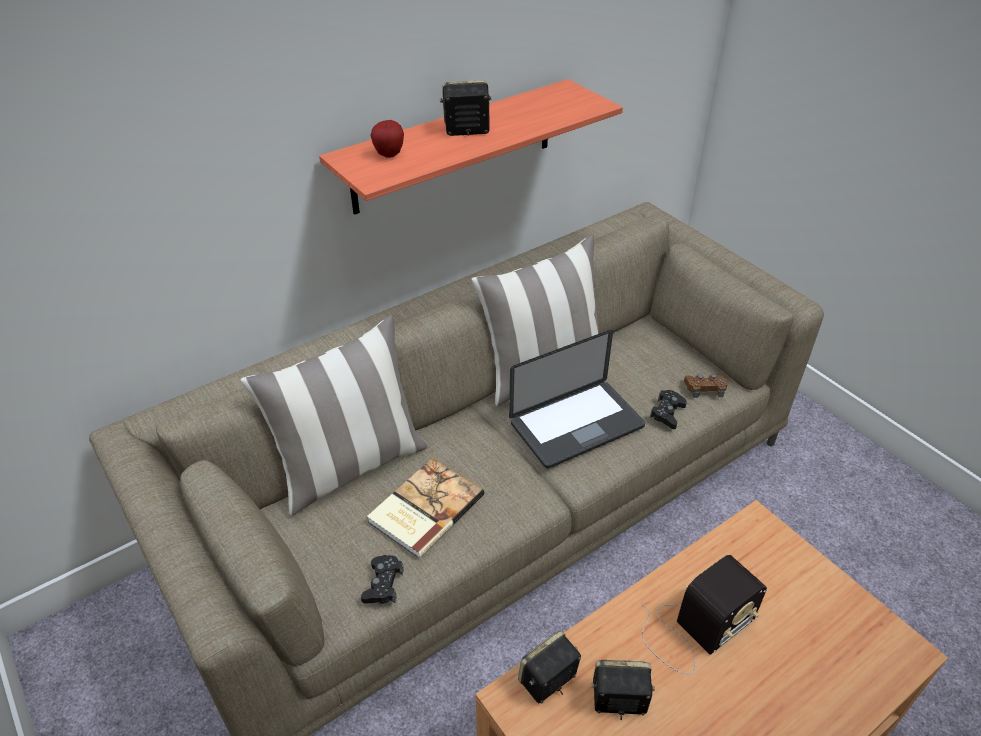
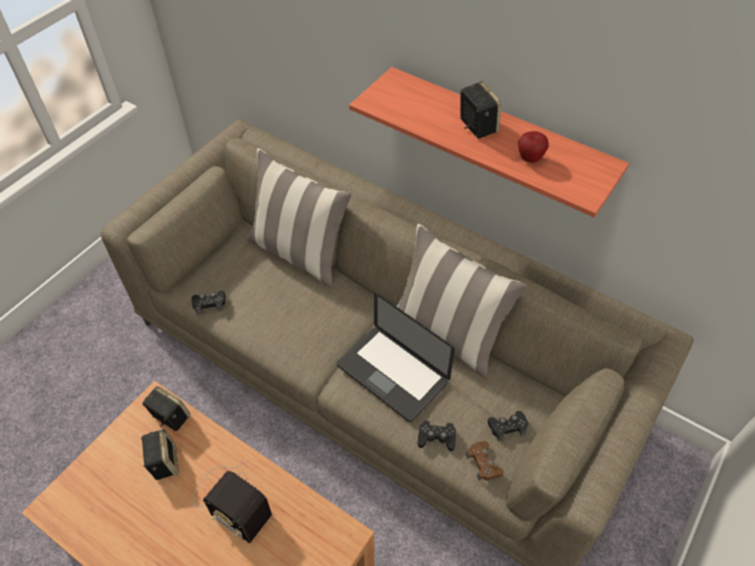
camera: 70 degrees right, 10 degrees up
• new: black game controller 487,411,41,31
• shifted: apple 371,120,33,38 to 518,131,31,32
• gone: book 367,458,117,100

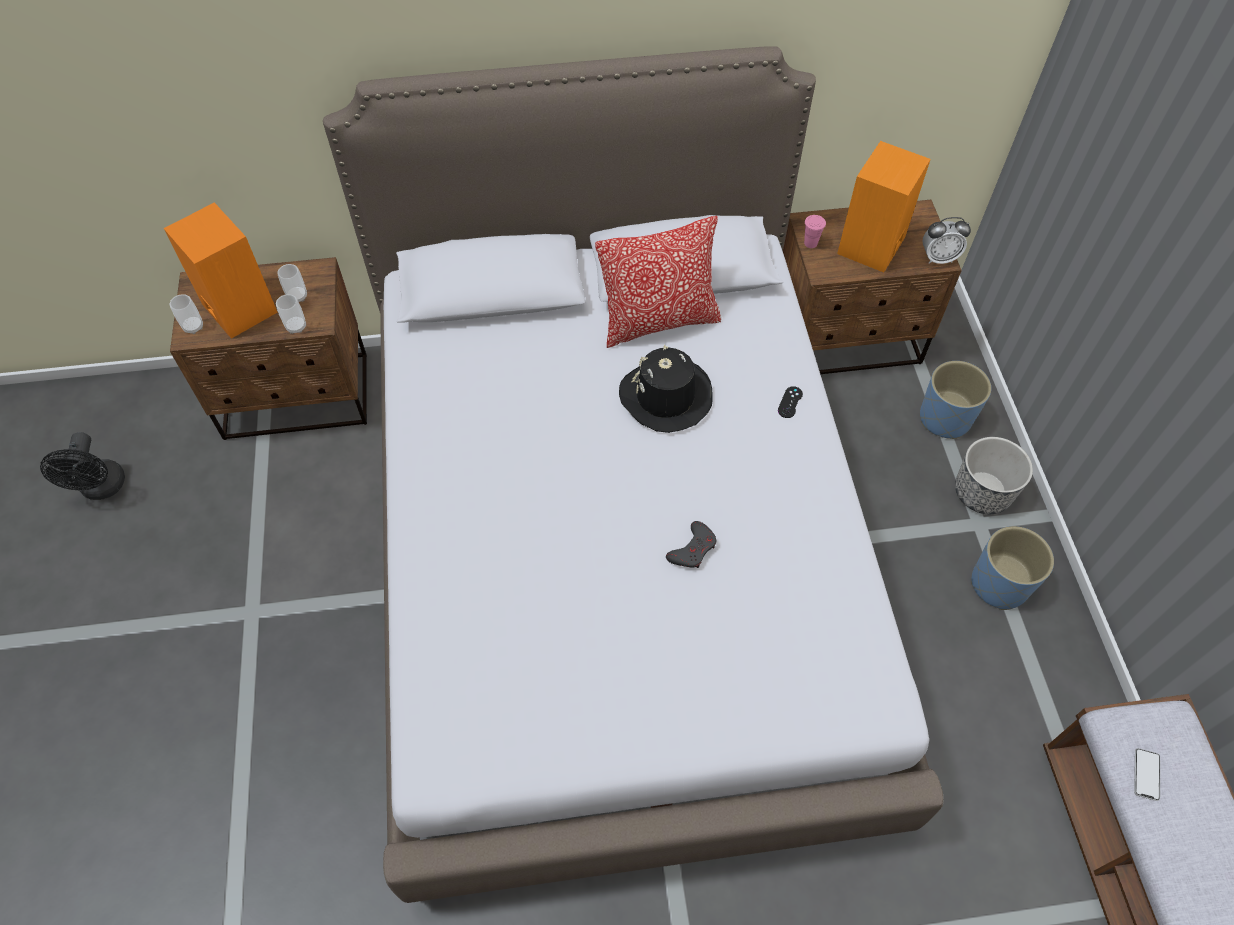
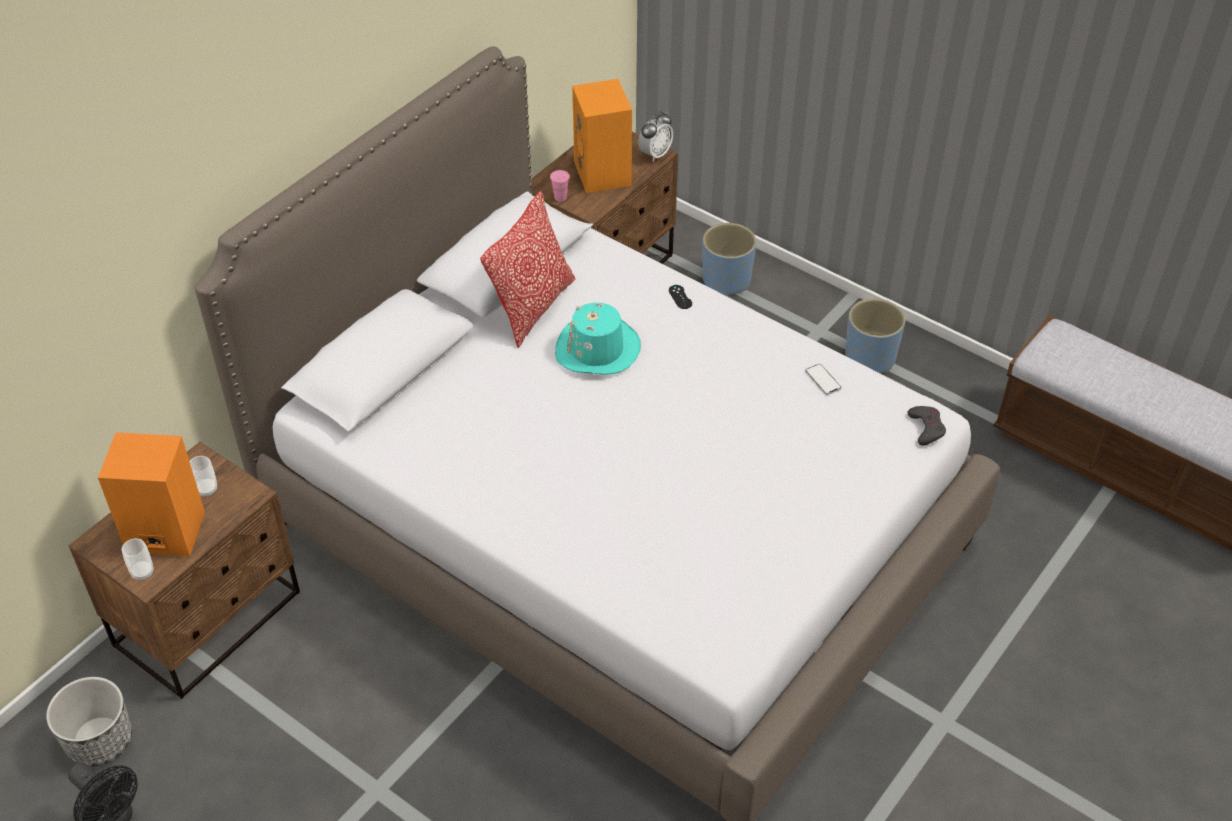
camera: 45 degrees left, 10 degrees down
• shifted: planter 955,437,78,77 to 46,677,86,90
• repainted: black hat 619,344,94,89 to turquoise hat 555,303,86,72
• shifted: phone 1134,748,26,53 to 805,364,37,31
• shifted: grey game controller 666,521,51,47 to 907,406,39,40
• gone: cup 276,294,30,40

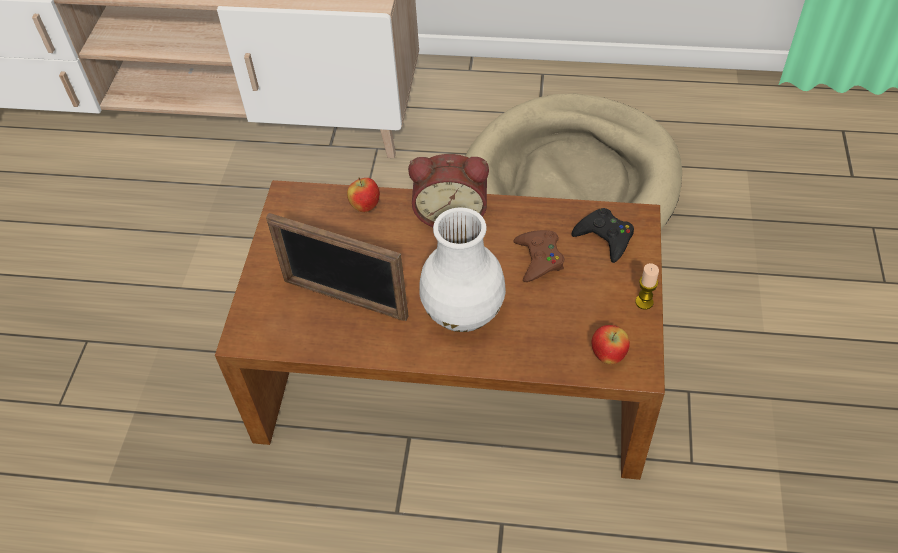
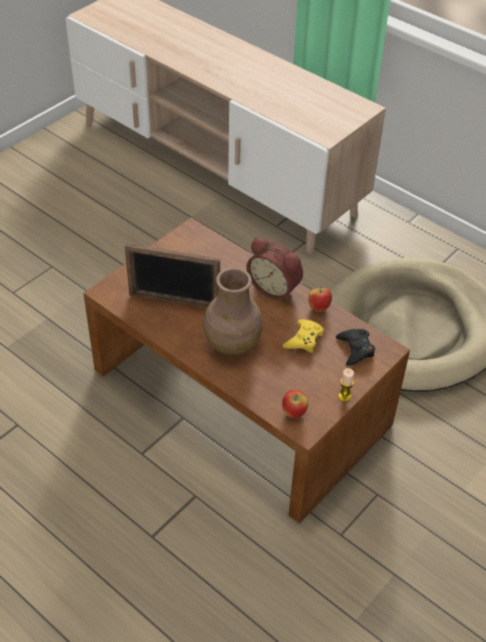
camera: 30 degrees right, 5 degrees down
• rotated: picture frame 266,213,143,108 = 125,243,95,65 45 degrees counterclockwise
• repainted: white vase 419,207,87,125 to brown vase 204,267,59,88
• repainted: brown game controller 513,230,51,52 to yellow game controller 283,319,41,34
• shifted: apple 347,178,33,34 to 308,286,24,26

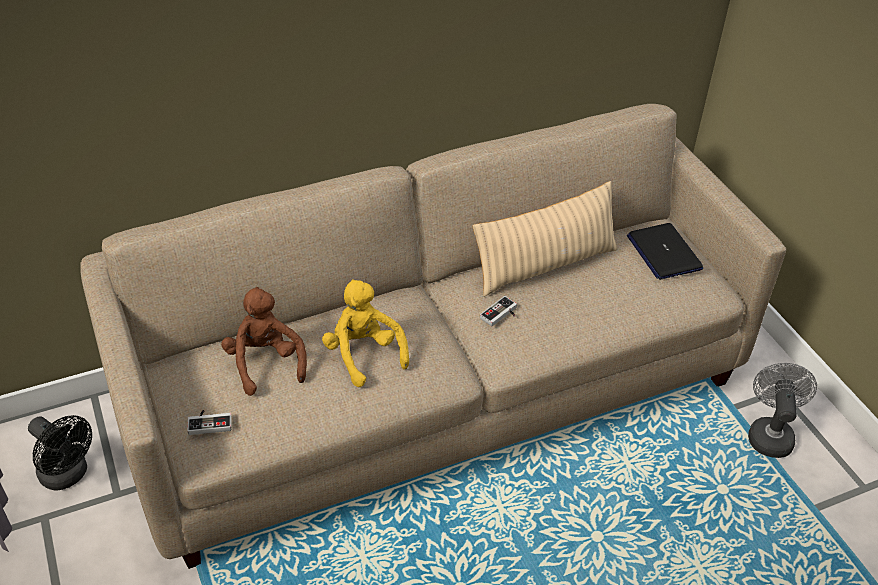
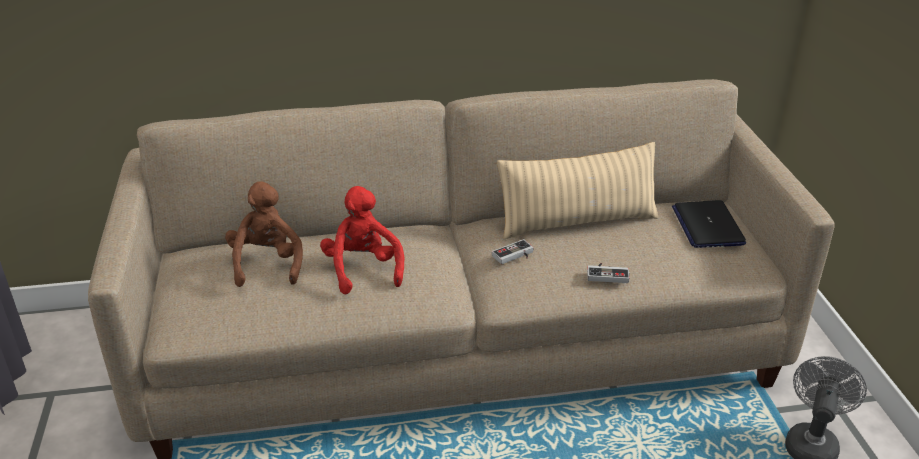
camera: 15 degrees right, 10 degrees down
• repainted: yellow plush toy 322,279,87,108 to red plush toy 320,186,84,108
• shifted: game controller 187,410,45,25 to 587,263,43,20
• gone: black fan 28,415,64,75

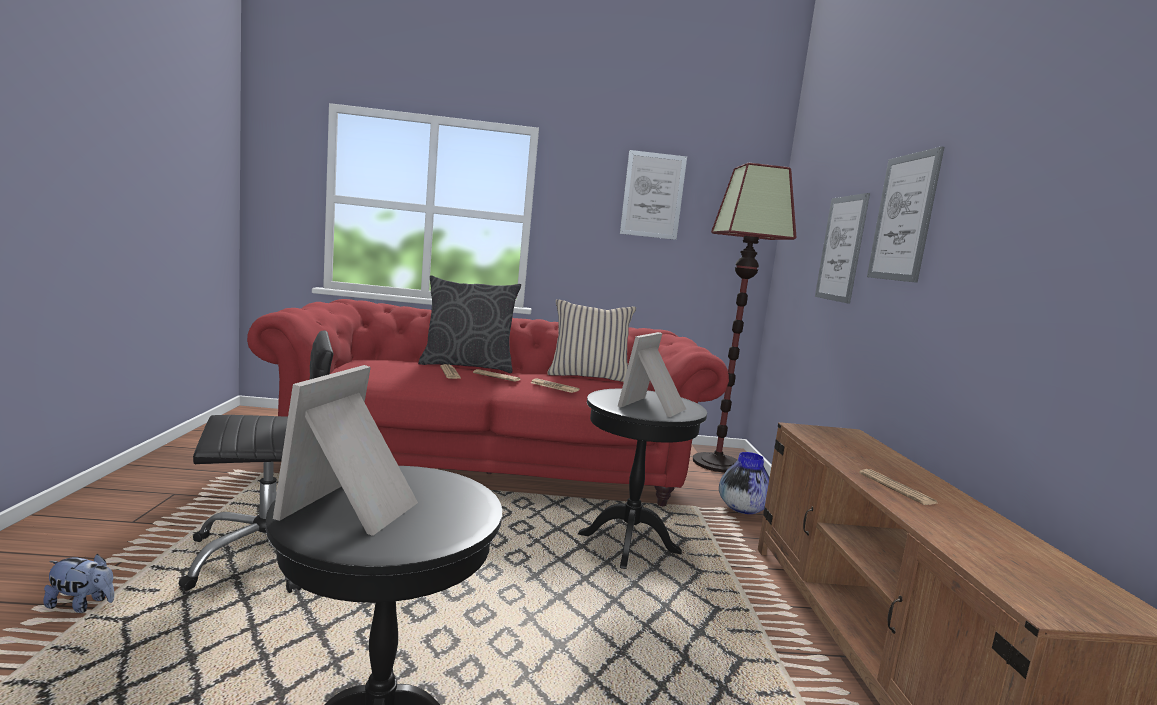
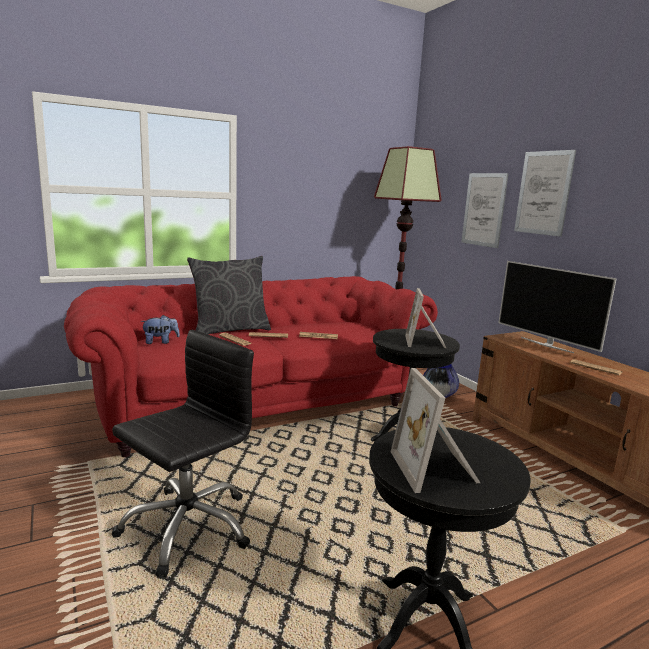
camera: 25 degrees left, 5 degrees up
• shifted: plush toy 43,554,71,59 to 140,315,40,29
• new: television 498,261,119,92
• gone: beige pillow 547,299,89,83
• gone: picture 620,150,67,90

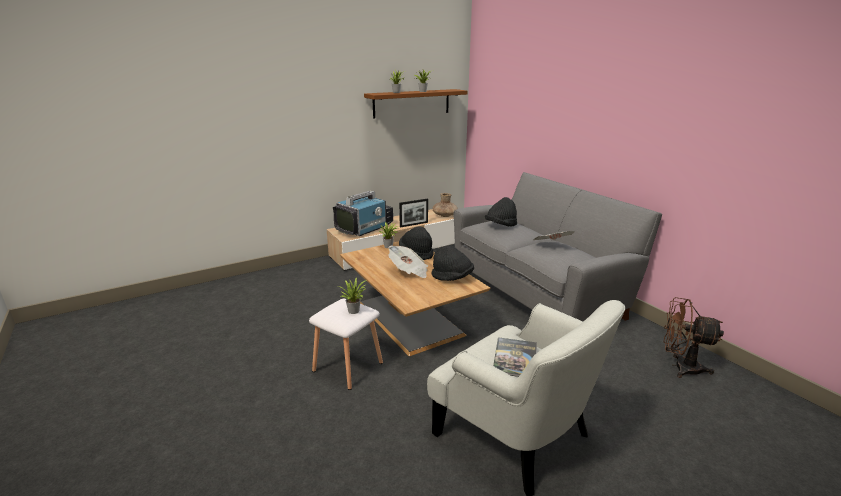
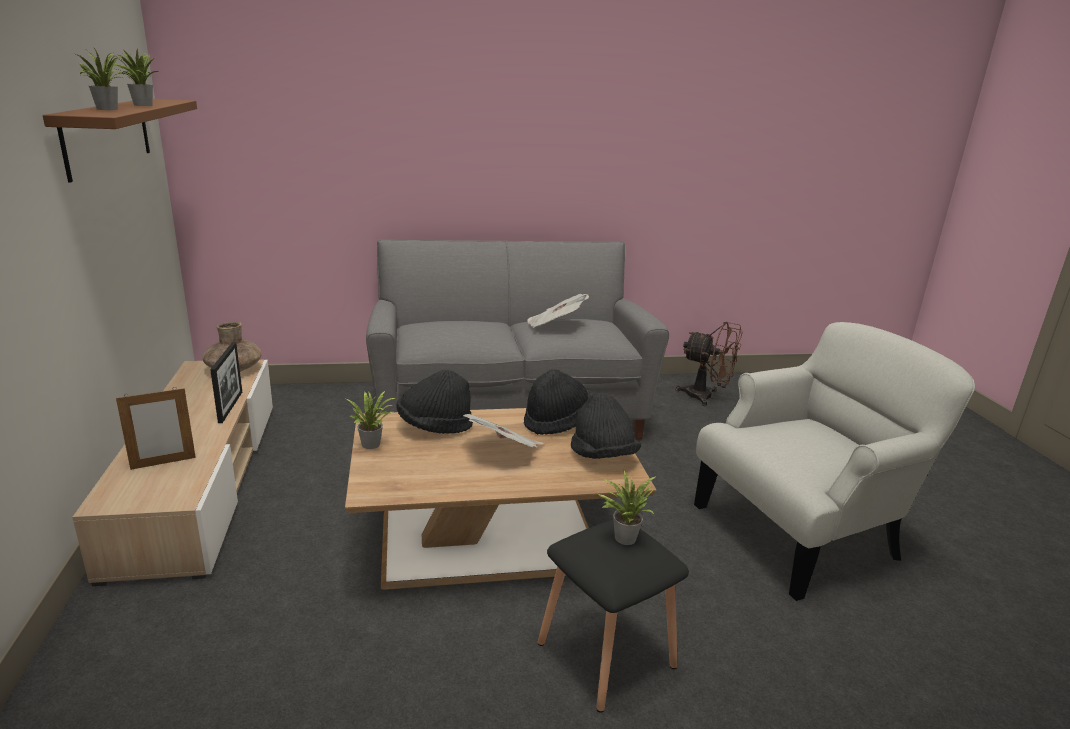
camera: 70 degrees left, 0 degrees up
• swapped: television 333,191,60,45 to picture frame 116,387,80,83
• repainted: white stool 309,299,74,91 to black stool 538,519,151,194
• shifted: black hat 485,197,32,29 to 571,392,70,67
• rotated: brown fan 664,297,60,81 = 675,322,68,84 105 degrees counterclockwise
• gone: book 493,337,44,40

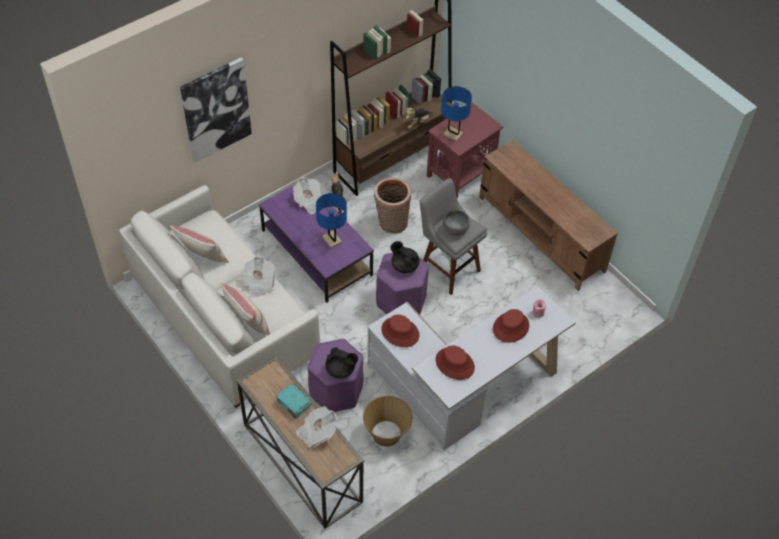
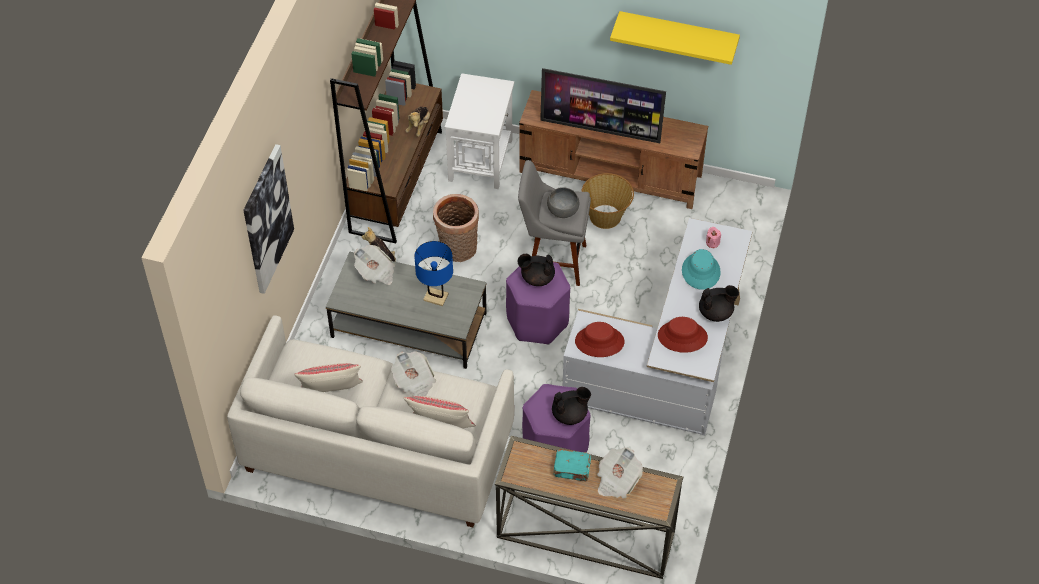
camera: 35 degrees left, 0 degrees up
• repainted: purple coffee table 259,184,115,119 to grey coffee table 326,251,161,118
• repainted: red side table 427,103,76,95 to white side table 445,73,69,116
• new: television 540,68,126,75
• shifted: basket 363,396,49,51 to 581,173,53,56
• new: yellow shelf 610,11,130,54
• repainted: red hat 493,309,36,34 to turquoise hat 682,249,39,41
• new: black teapot 699,285,40,37
• gone: blue table lamp 441,86,31,55

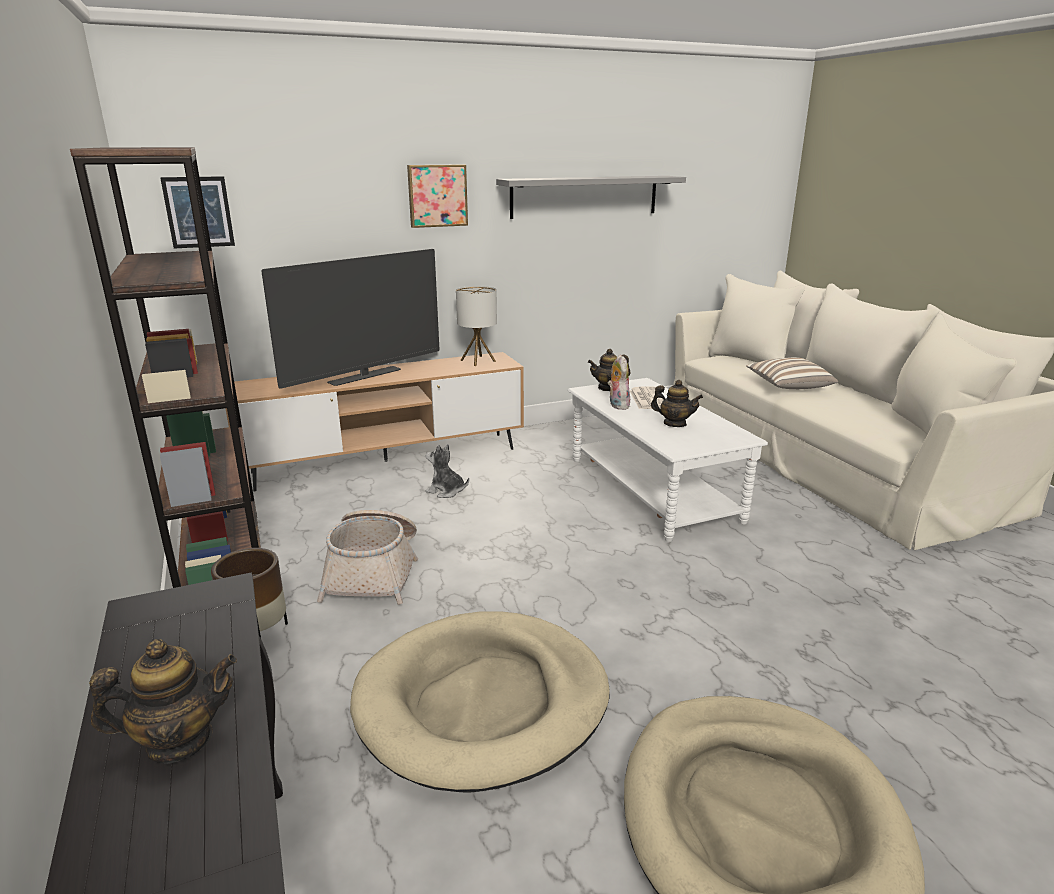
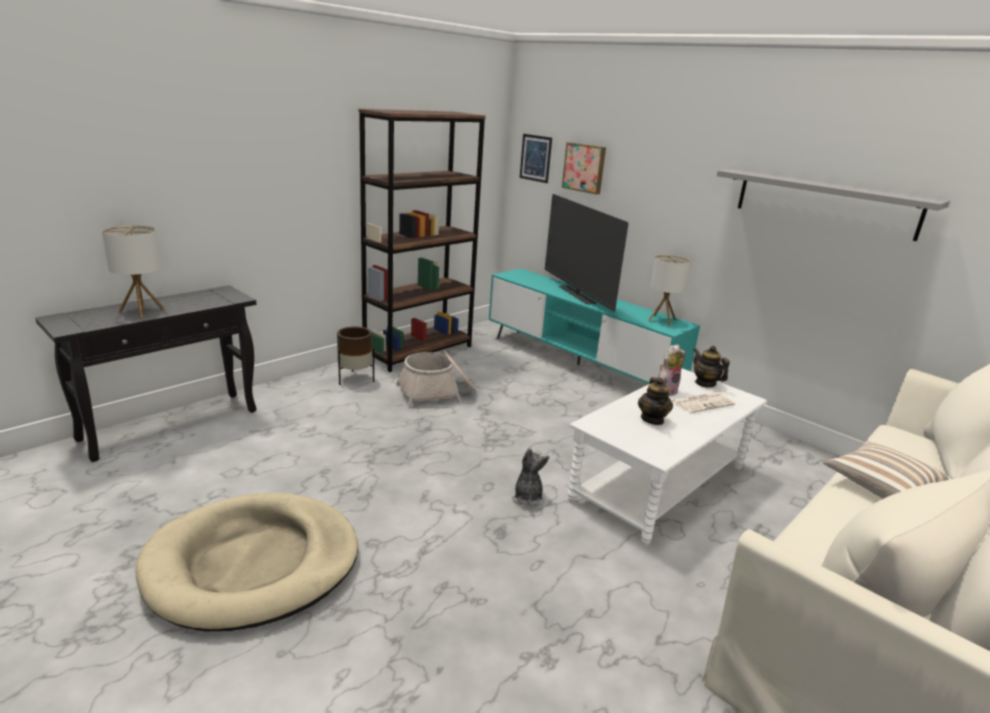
camera: 65 degrees right, 0 degrees up
• swapped: teapot 89,639,148,125 to table lamp 102,225,63,93
• repainted: brown tv stand 225,352,299,140 to turquoise tv stand 489,268,211,116
• shifted: plush toy 425,444,44,54 to 511,448,39,58
• rotated: television 261,249,179,140 = 545,194,84,118 45 degrees clockwise
• shifted: picture 407,164,61,64 to 562,142,44,53
• gone: beige dog bed 350,611,260,182

